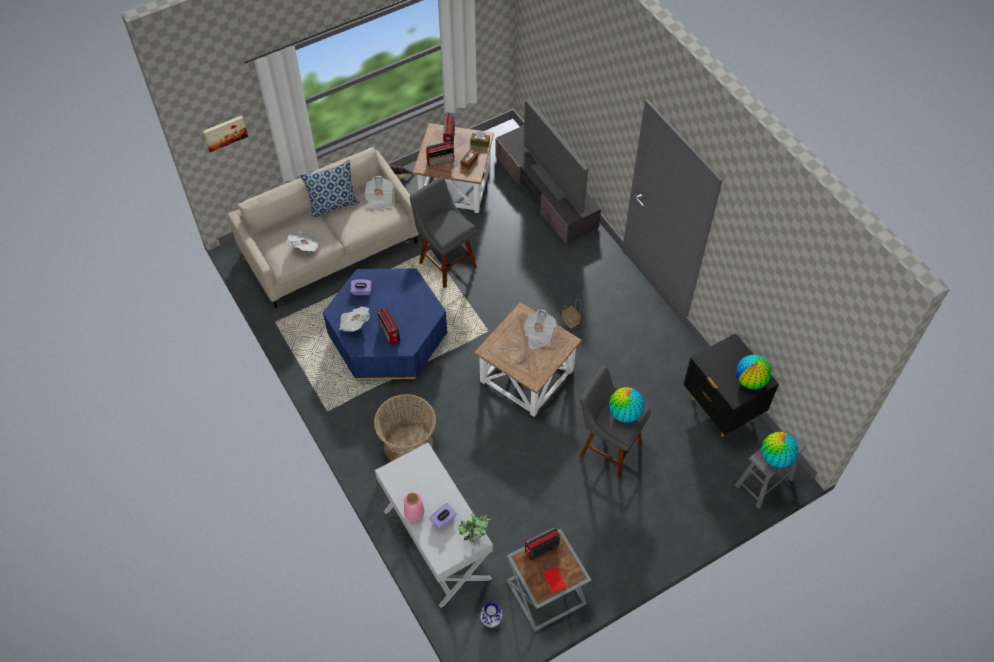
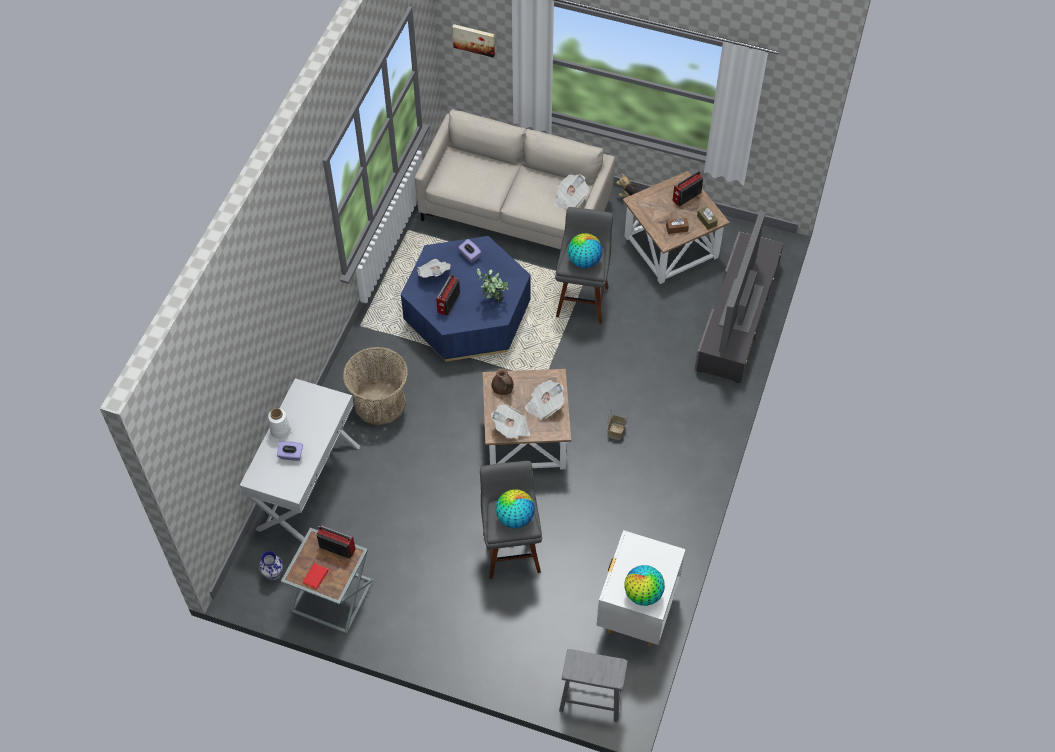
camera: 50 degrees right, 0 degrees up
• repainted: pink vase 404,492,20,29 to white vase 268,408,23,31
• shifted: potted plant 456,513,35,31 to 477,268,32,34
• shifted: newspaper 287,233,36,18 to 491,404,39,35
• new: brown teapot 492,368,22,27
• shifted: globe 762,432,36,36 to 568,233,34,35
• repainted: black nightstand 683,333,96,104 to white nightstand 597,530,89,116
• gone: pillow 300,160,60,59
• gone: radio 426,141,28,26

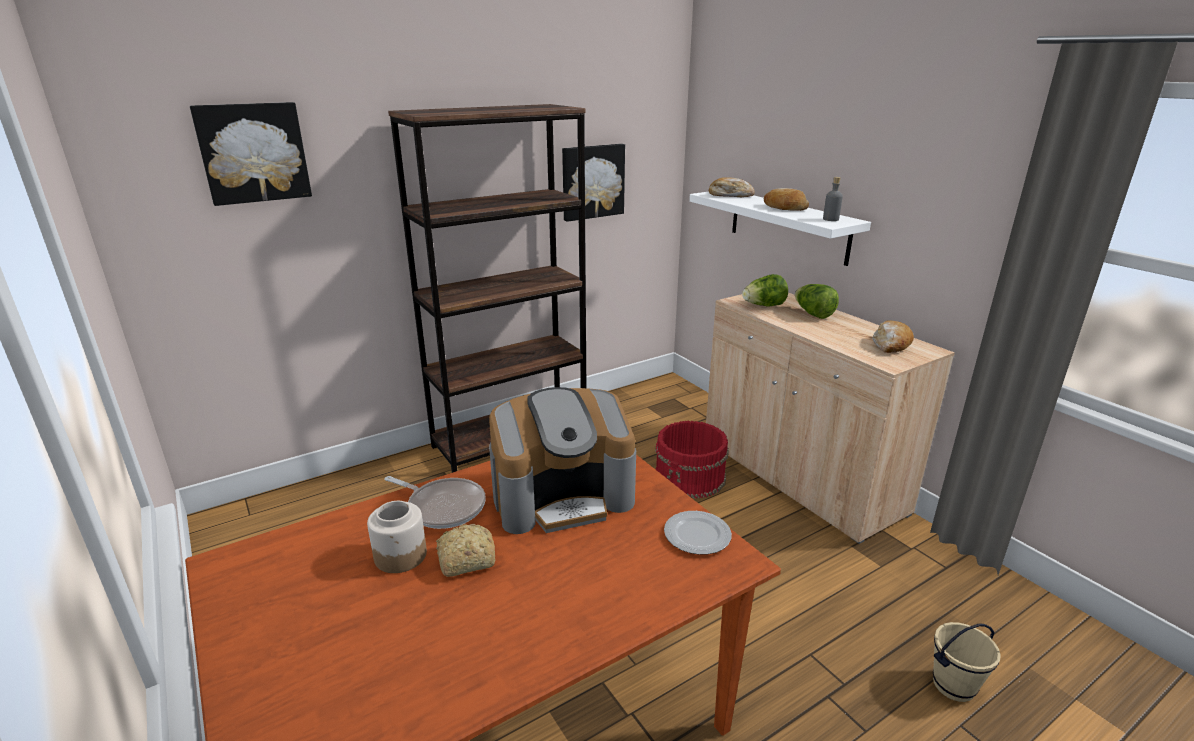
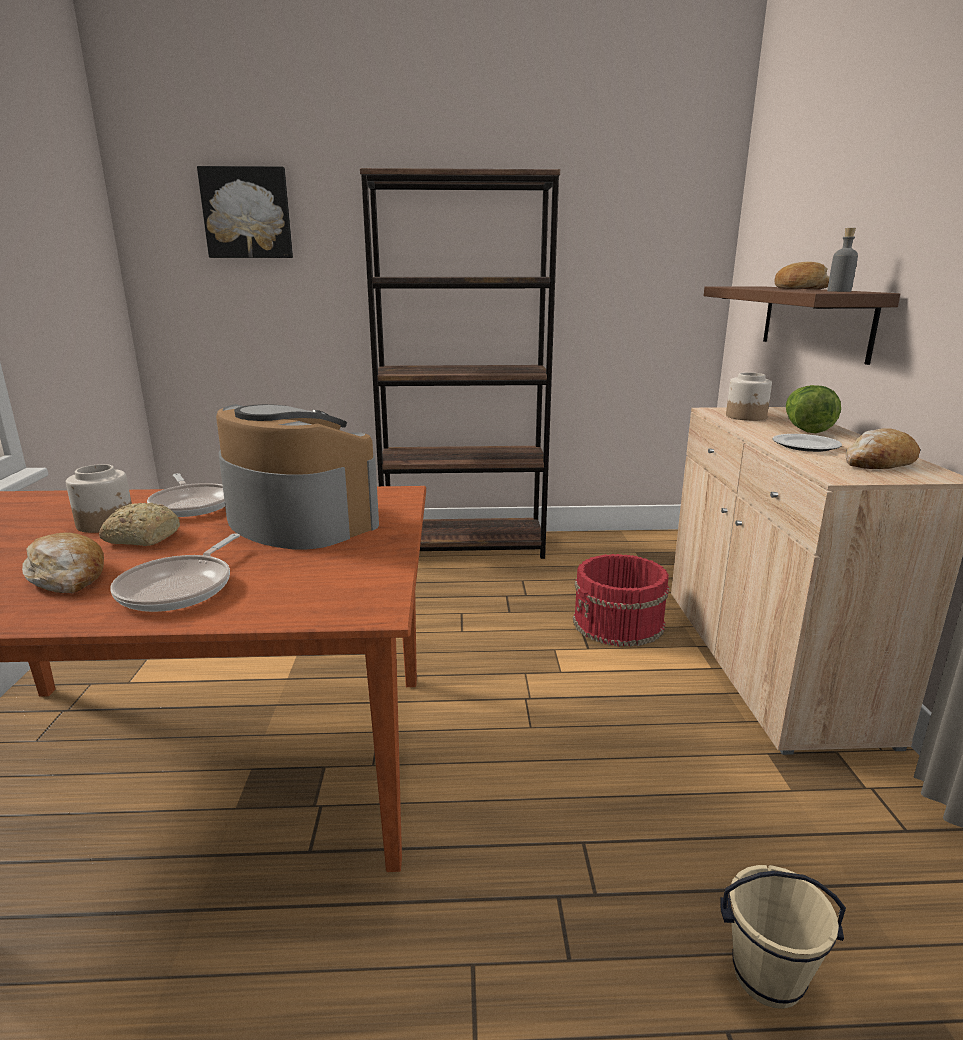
camera: 30 degrees right, 5 degrees down
• shifted: bread 709,177,46,20 to 22,533,82,61
• new: frying pan 110,534,130,78
• rotated: coffee machine 489,387,147,147 = 216,404,163,146 150 degrees counterclockwise
• repainted: white shelf 689,192,182,74 to brown shelf 704,286,196,79
• swapped: lettuce 742,274,46,32 to jar 726,372,46,49
• shifted: plate 664,511,68,44 to 773,434,69,18
• gone: picture 562,144,63,78

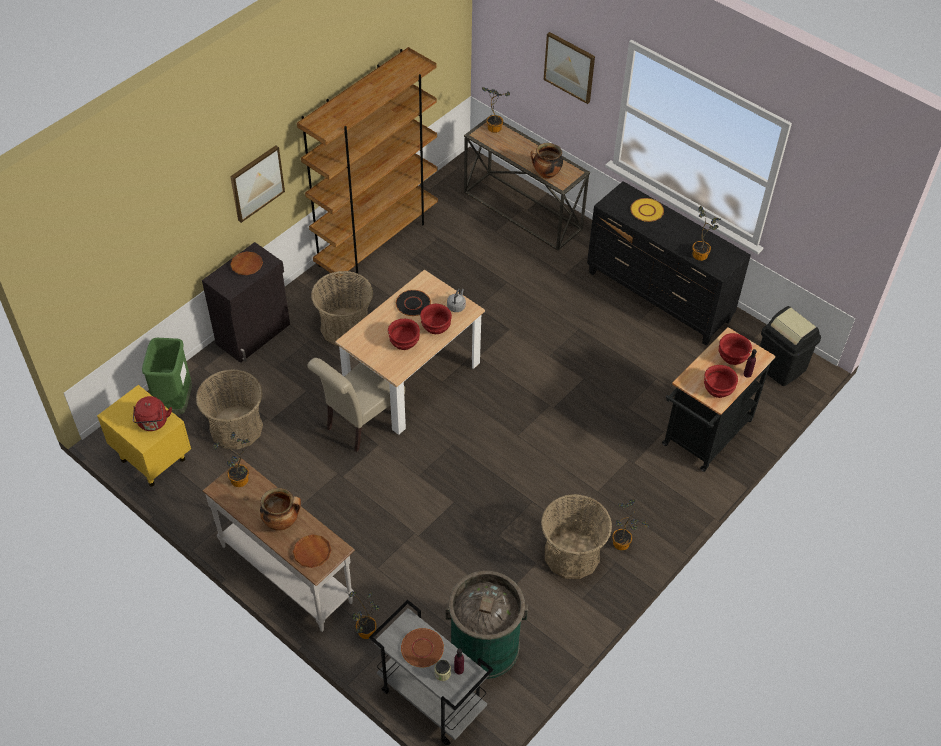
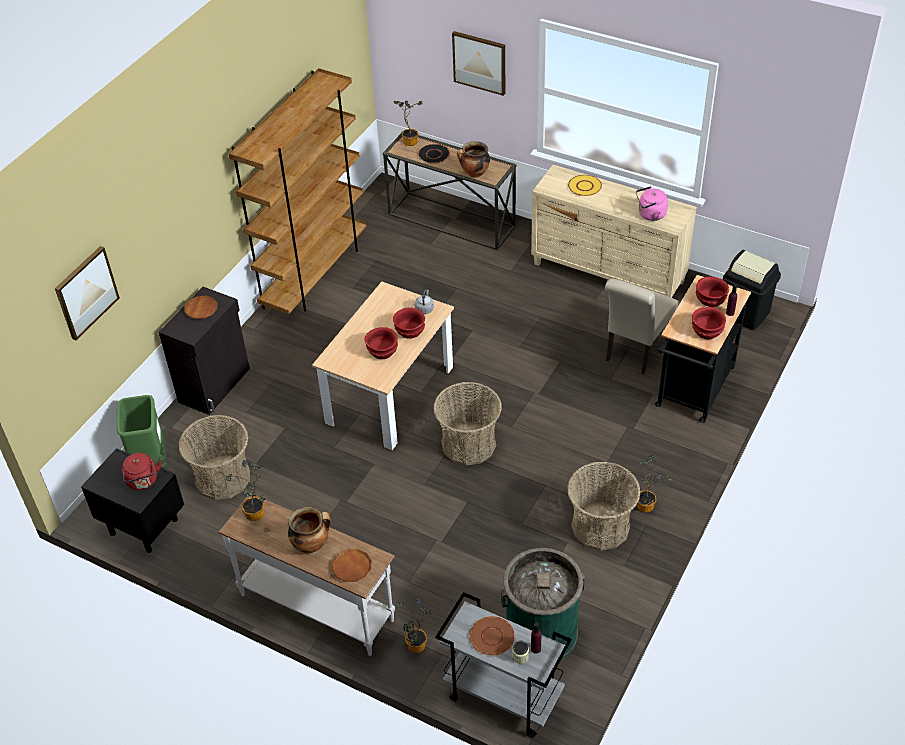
camera: 10 degrees left, 5 degrees down
• shifted: picture 230,145,55,78 to 55,246,65,94
• repainted: yellow nightstand 97,385,94,102 to black nightstand 81,448,103,105
• shifted: black plate 396,290,35,26 to 418,144,32,20
• shifted: basket 311,271,62,75 to 433,382,69,84
• repainted: black dresser 587,181,164,164 to beige dresser 531,165,166,133
• shifted: beige chair 307,358,98,94 to 605,279,73,95
• swapped: potted plant 692,206,29,55 to pink kettle 636,186,32,35

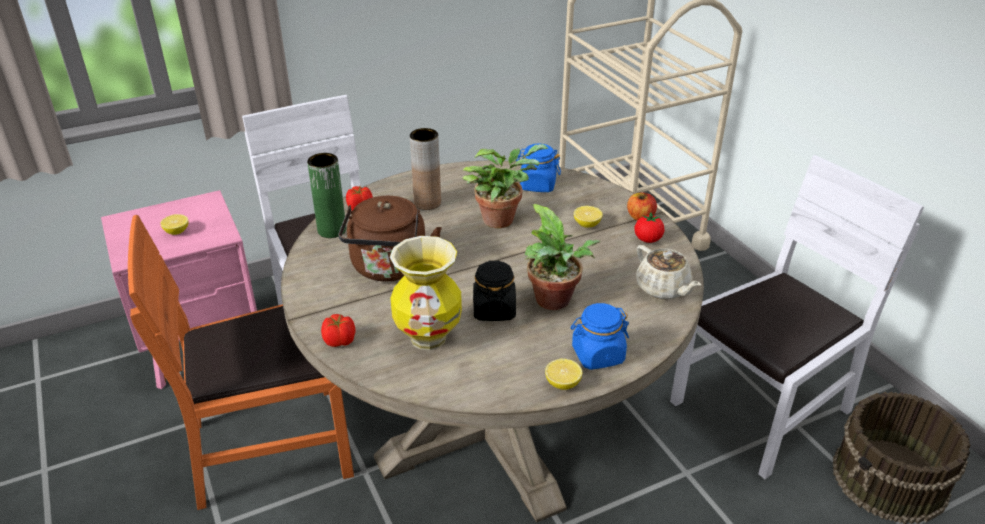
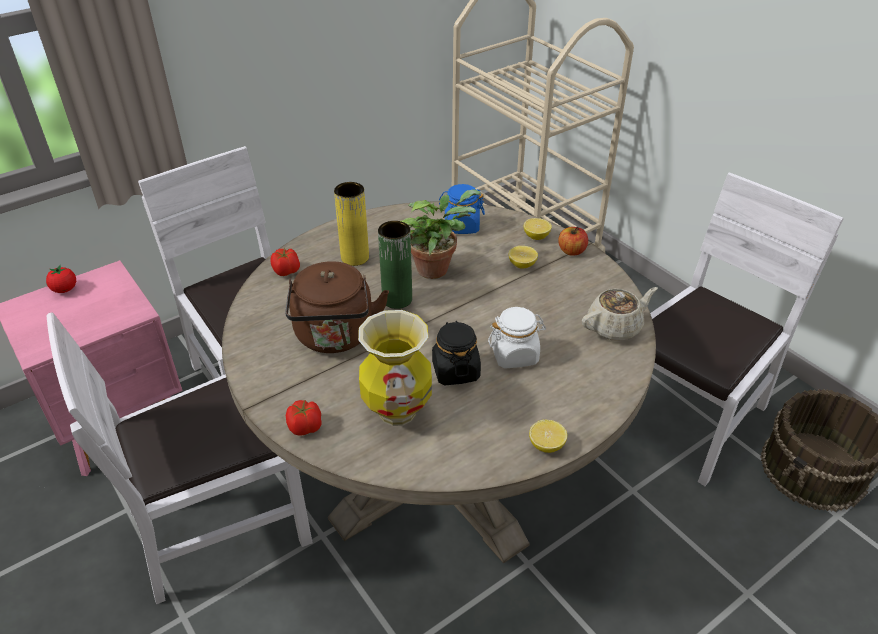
camera: 10 degrees left, 5 degrees up
• shifted: tomato 635,213,30,30 to 46,265,30,28
• repainted: orange chair 128,215,226,295 to white chair 47,312,266,293
• repainted: brown vase 410,128,31,82 to yellow vase 334,182,35,84
• shifted: green vase 307,153,39,85 to 378,221,34,88
• swapped: potted plant 525,204,75,106 to white jar 488,307,58,62
• shifted: lemon 160,214,28,21 to 524,218,28,22
• rotated: beige teapot 636,245,65,55 = 582,287,76,54 75 degrees counterclockwise
• gone: blue jar 571,303,58,67

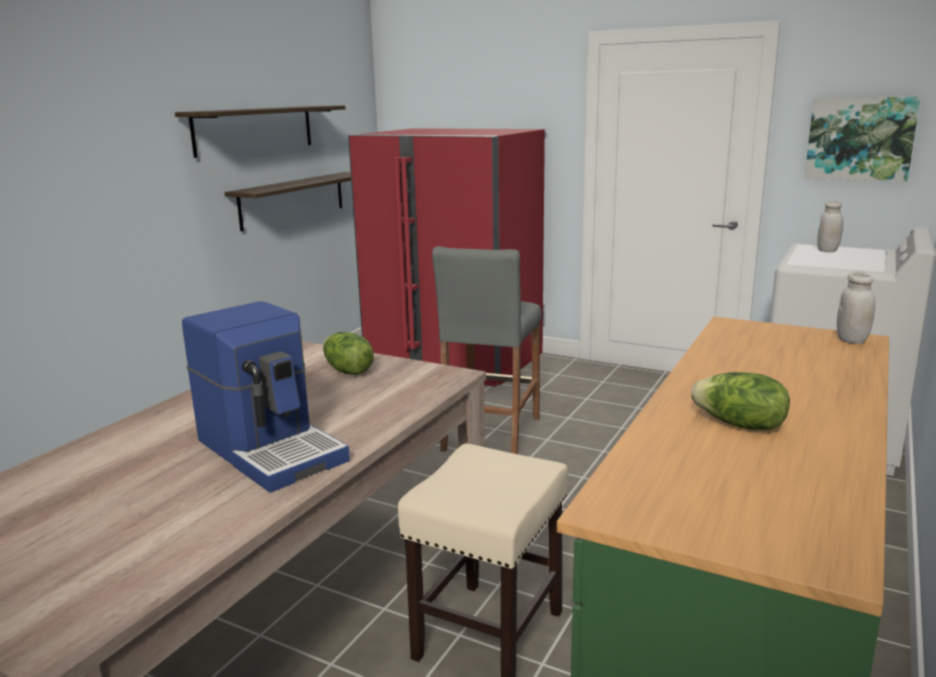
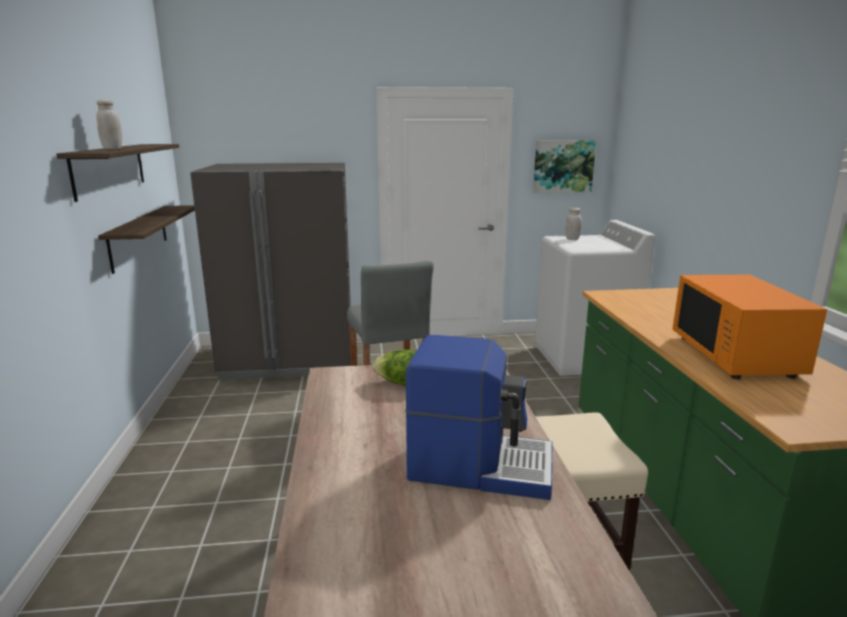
camera: 35 degrees left, 0 degrees up
• shifted: white jar 837,273,38,71 to 97,100,25,49
• repainted: red fridge 348,128,197,259 to grey fridge 190,163,161,217
• swapped: lettuce 691,372,99,58 to orange microwave 672,275,156,104

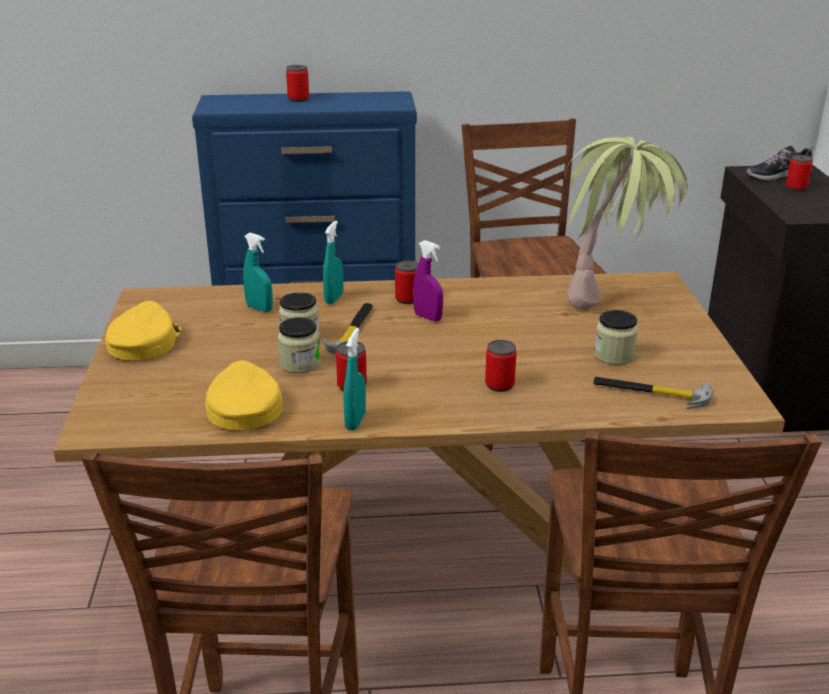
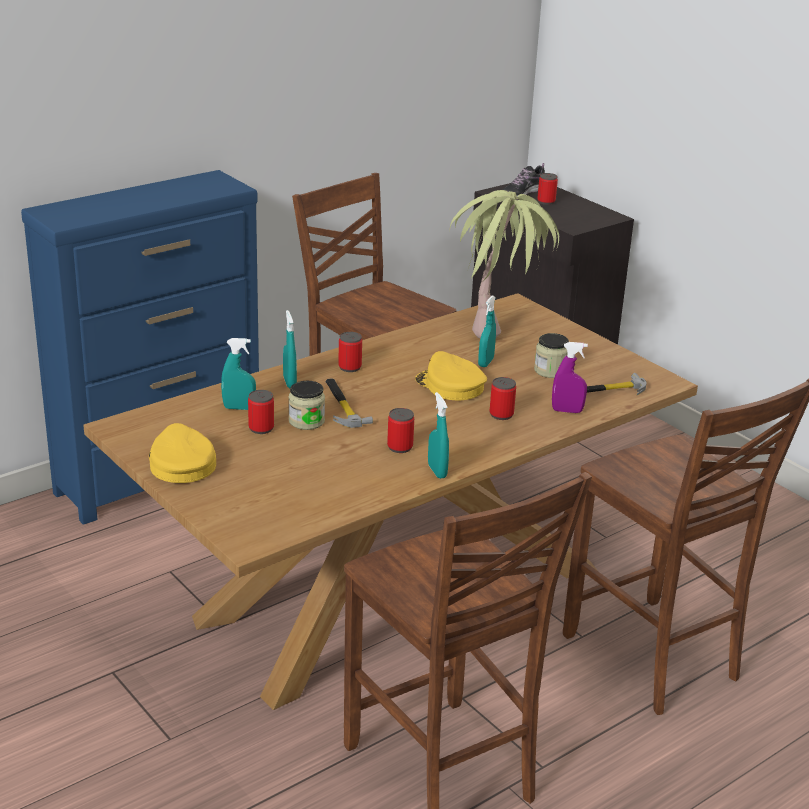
camera: 35 degrees left, 0 degrees up
• shifted: can 286,65,23,37 to 248,390,26,44
• shifted: yellow cap 205,360,78,70 to 415,351,72,49
• new: turquoise spray bottle 478,296,18,71
• shifted: purple spray bottle 413,240,30,82 to 552,342,36,71
• gone: jar 277,317,44,57

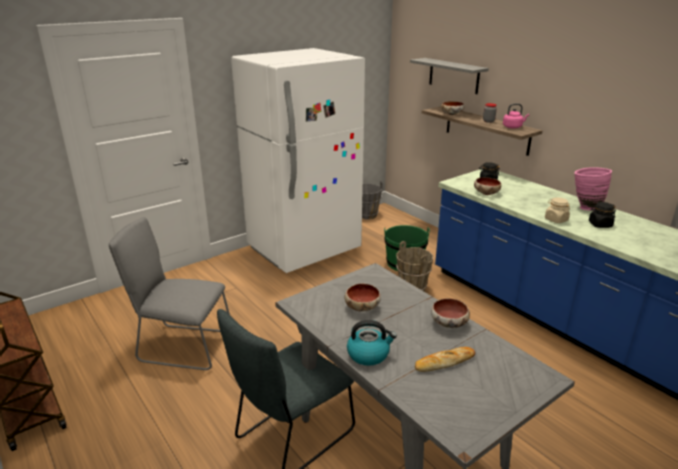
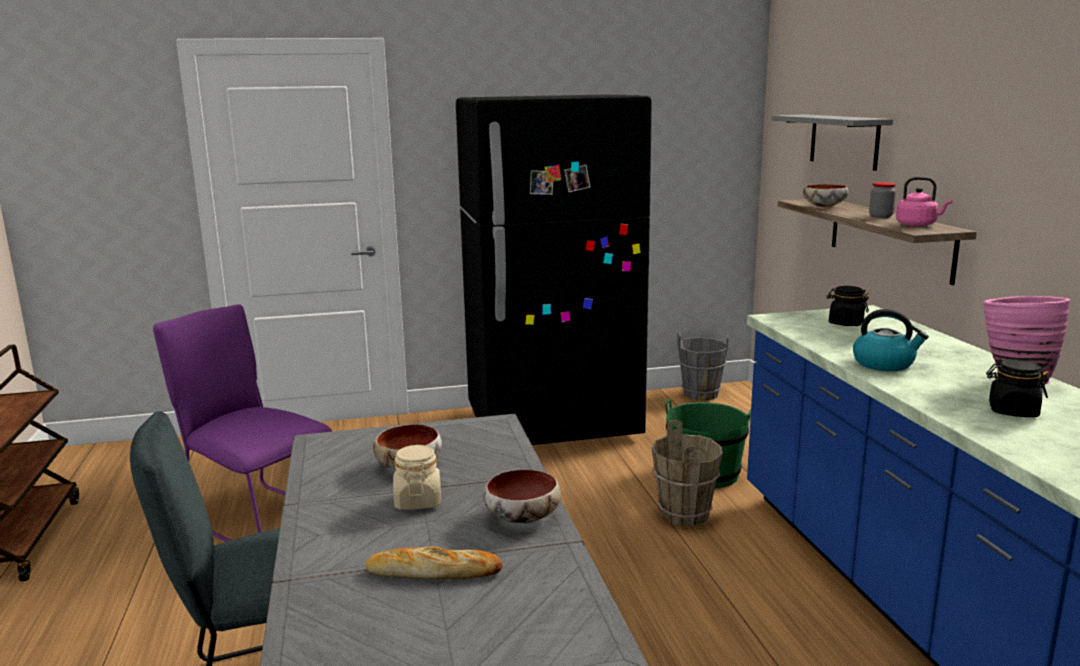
camera: 25 degrees right, 10 degrees down
• repainted: grey chair 109,217,121,153 to purple chair 153,304,179,238
• shifted: beige jar 545,197,25,26 to 393,445,48,65
• repainted: white fridge 231,48,134,225 to black fridge 456,95,196,350
• shifted: kettle 347,320,50,46 to 853,309,76,62
• gone: bowl 474,177,28,18

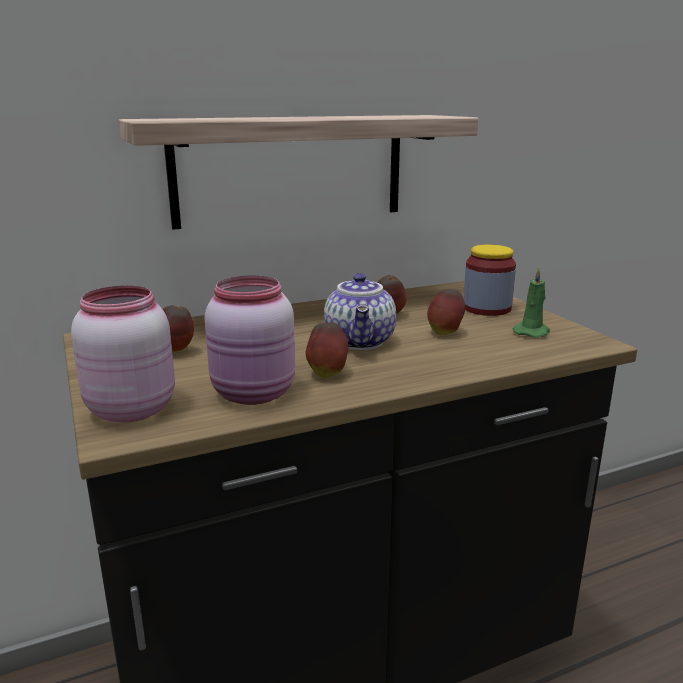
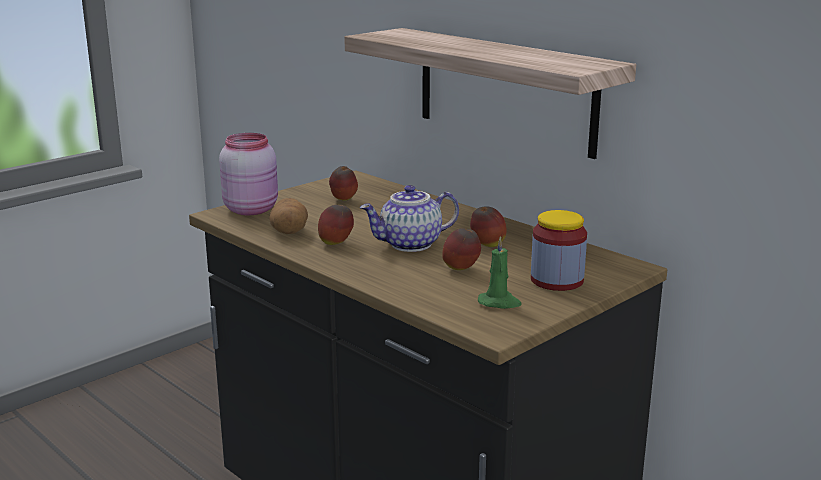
camera: 70 degrees right, 0 degrees up
• swapped: pink jar 205,276,90,129 to potato 269,198,39,36

